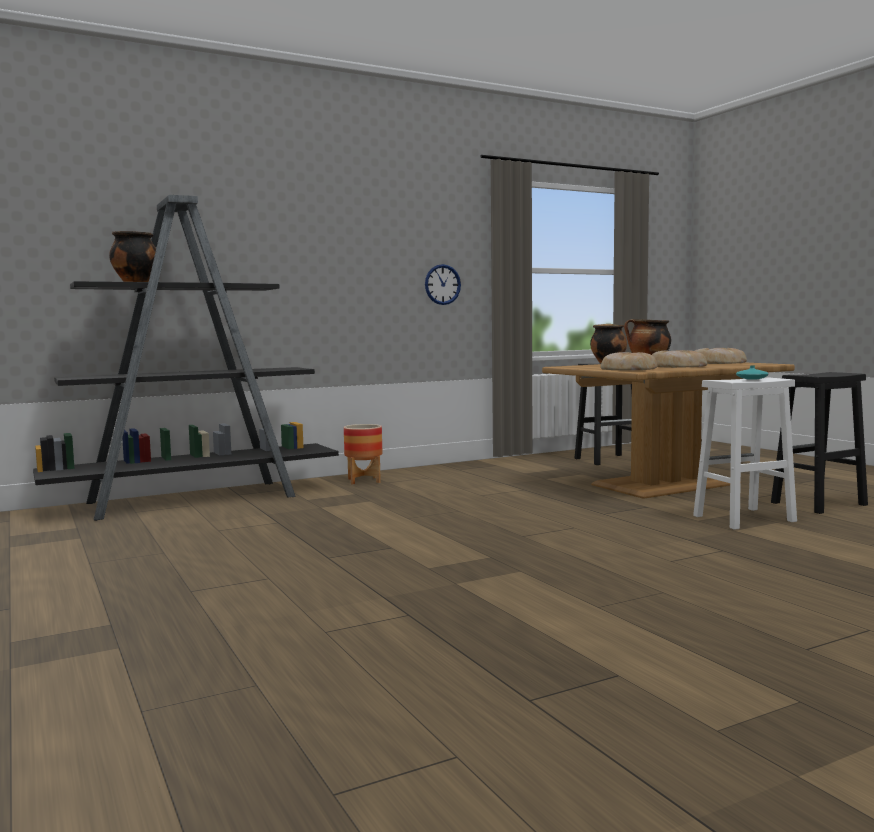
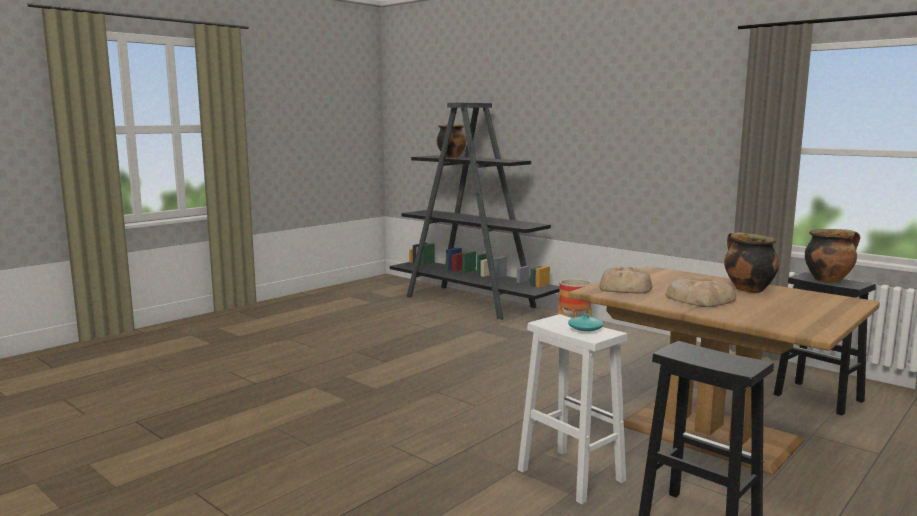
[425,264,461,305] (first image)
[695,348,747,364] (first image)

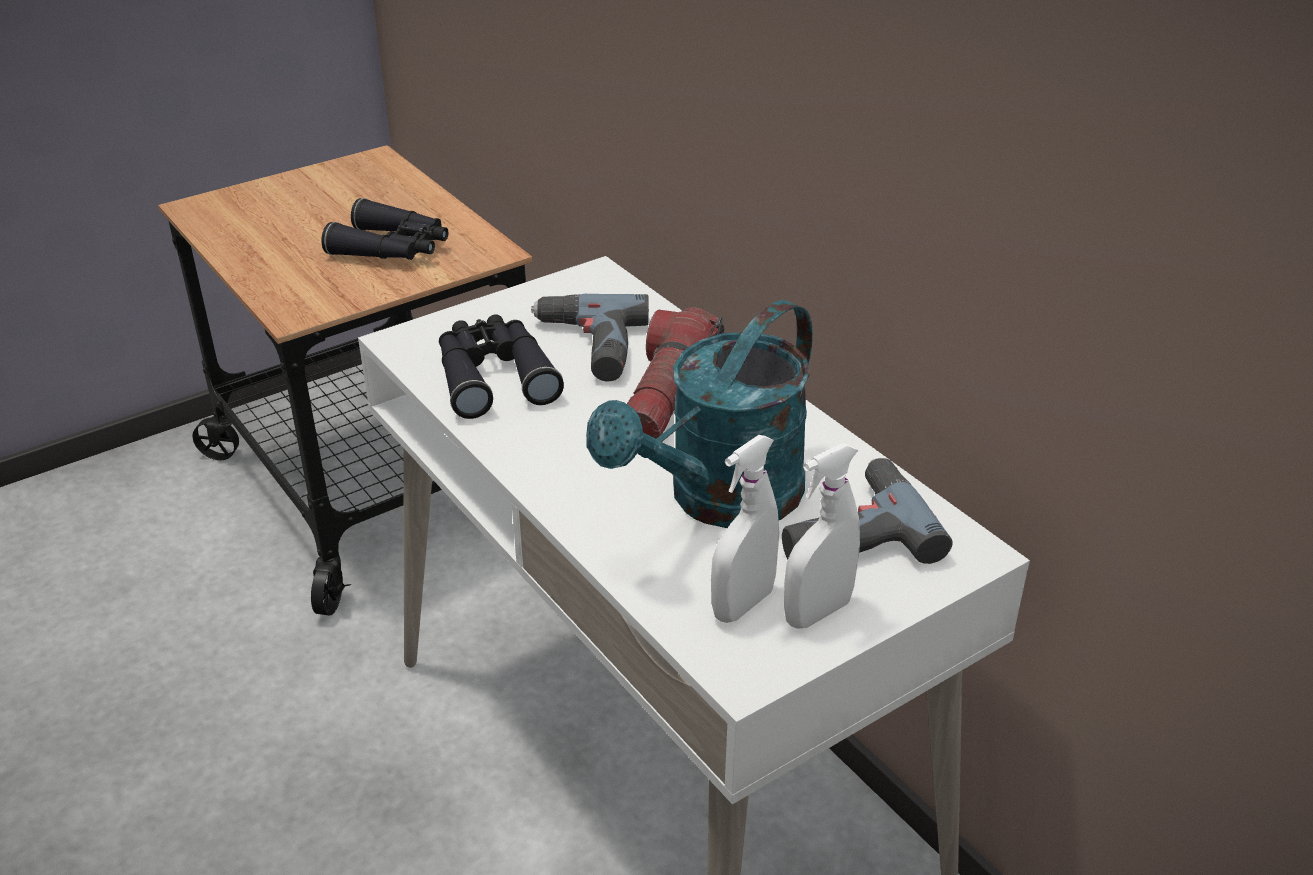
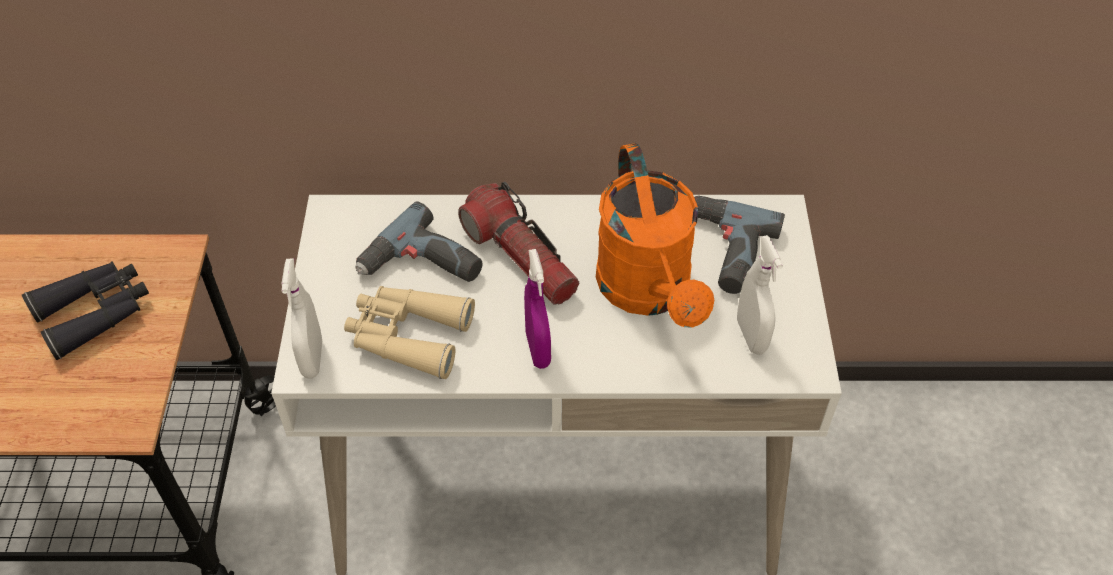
[524,249,551,369]
[281,258,322,379]
[344,286,475,379]
[596,143,714,327]

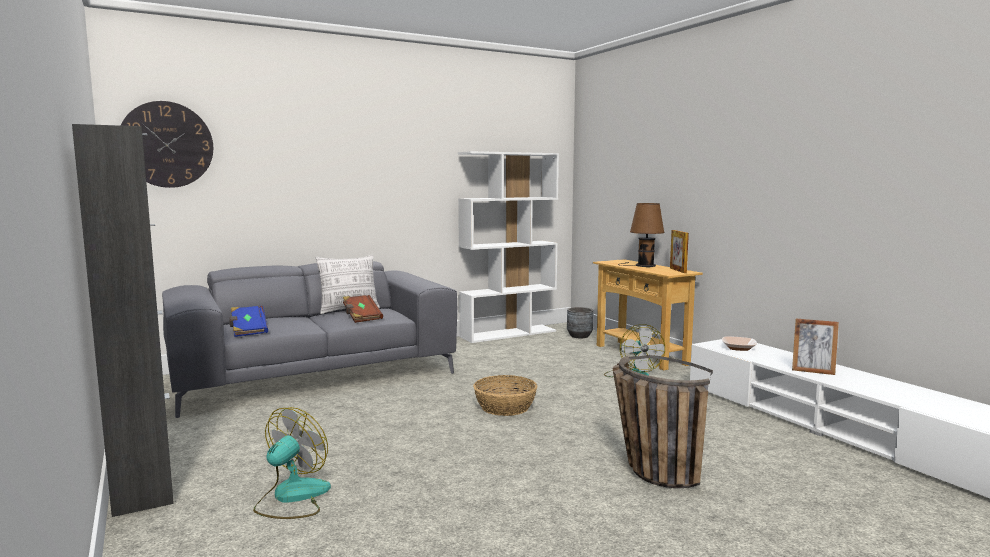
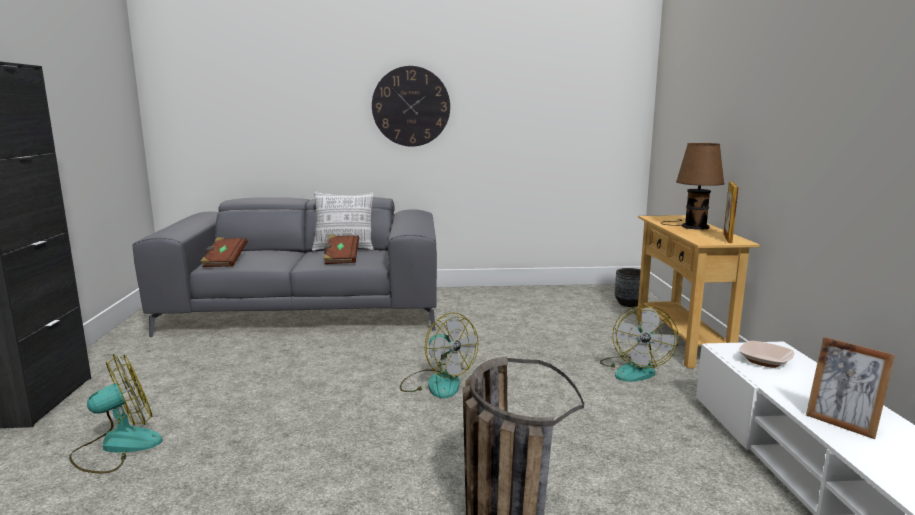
[458,151,559,343] (first image)
[372,66,450,147]
[400,313,478,398]
[200,237,247,267]

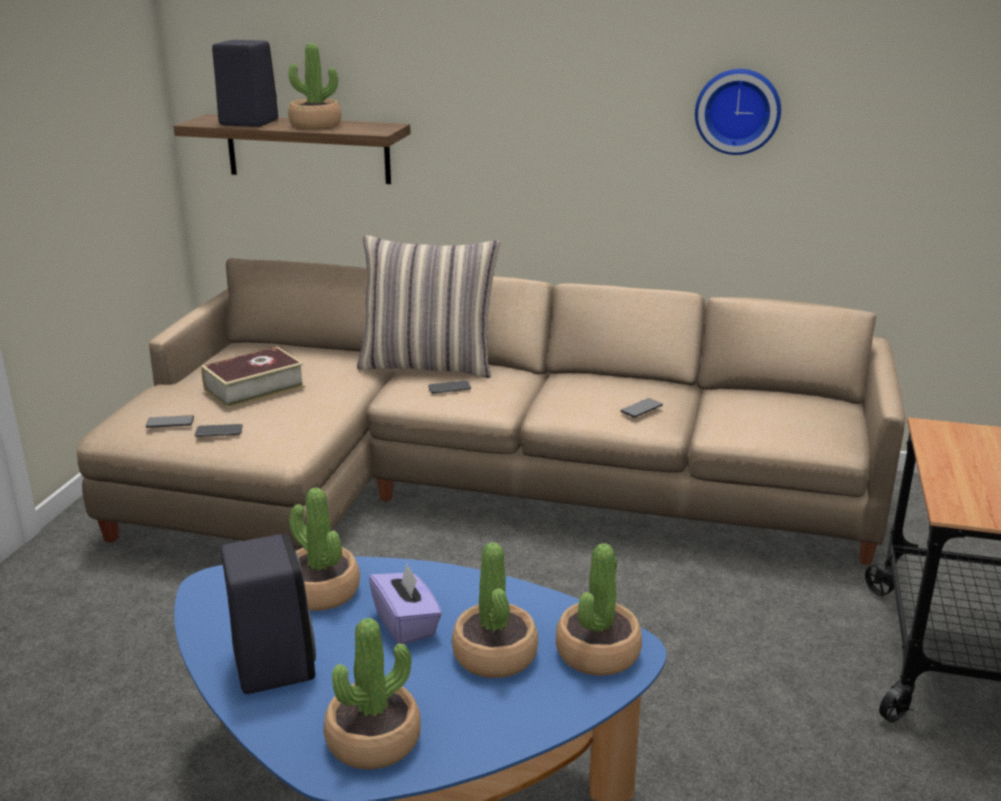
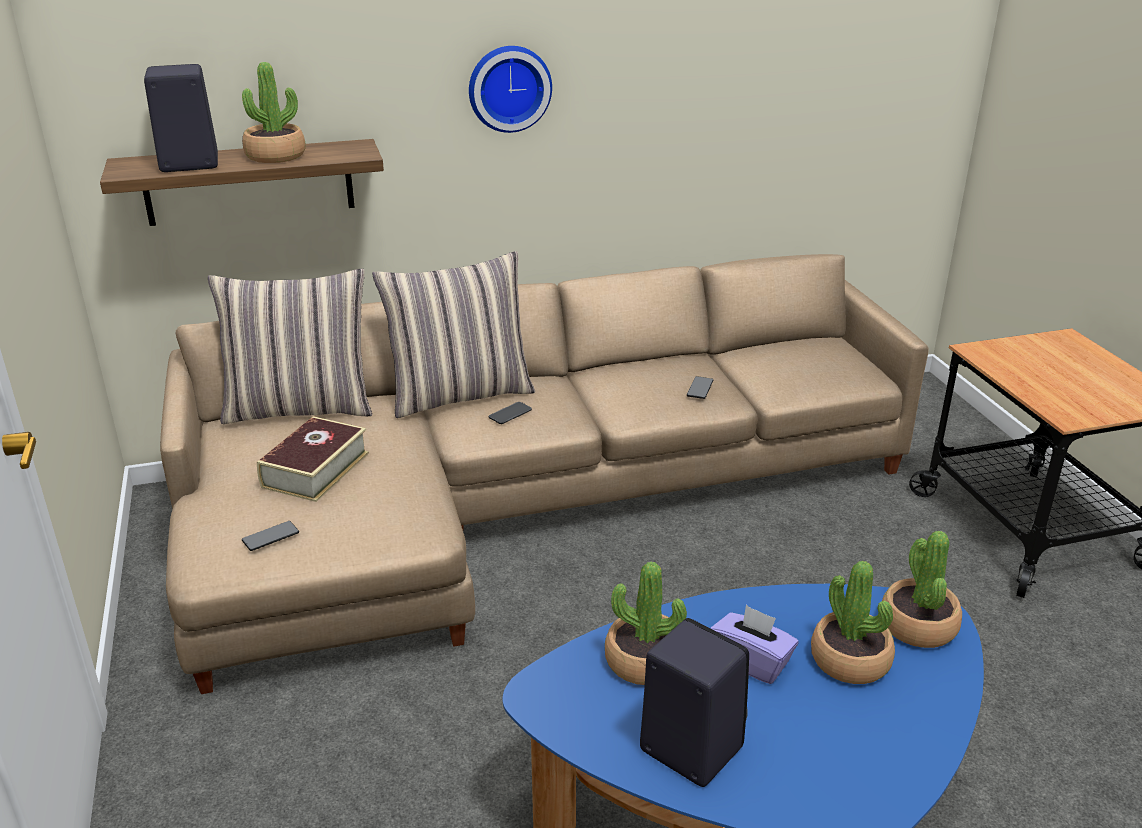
[195,424,243,437] (first image)
[324,618,421,770] (first image)
[208,269,372,424]
[469,46,552,133]

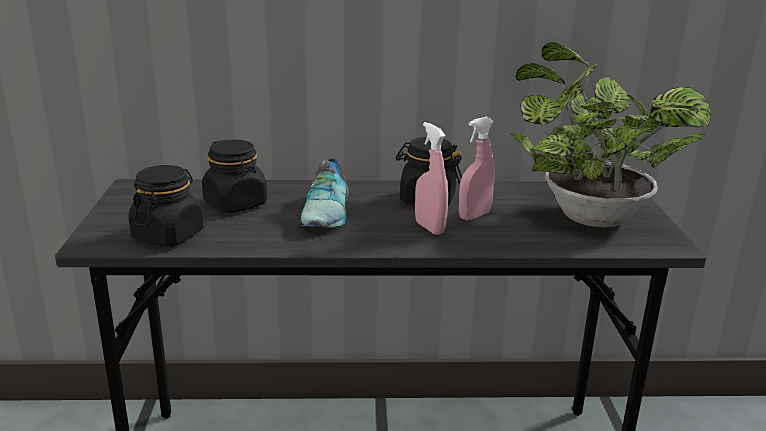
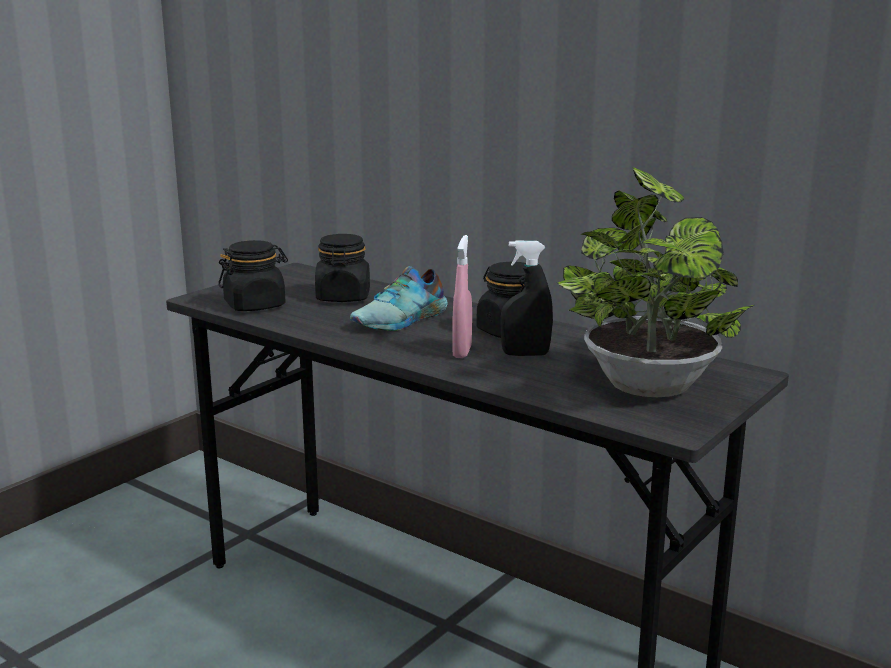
[500,240,553,356]

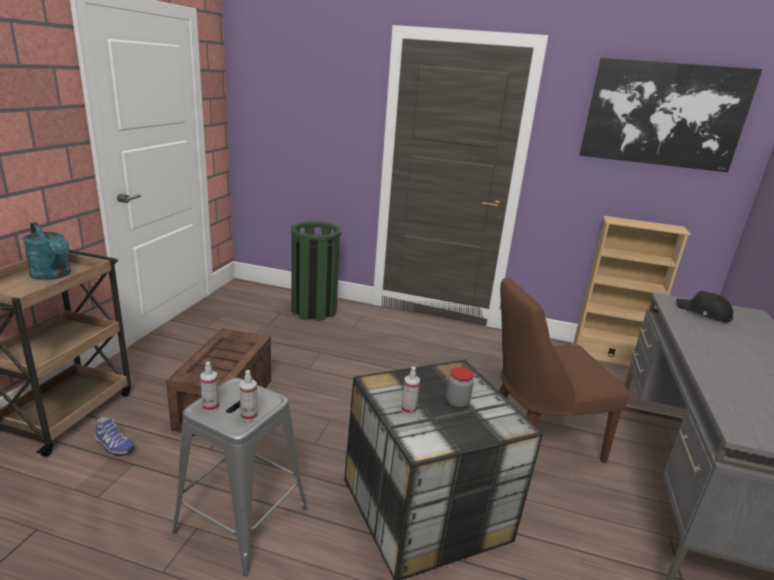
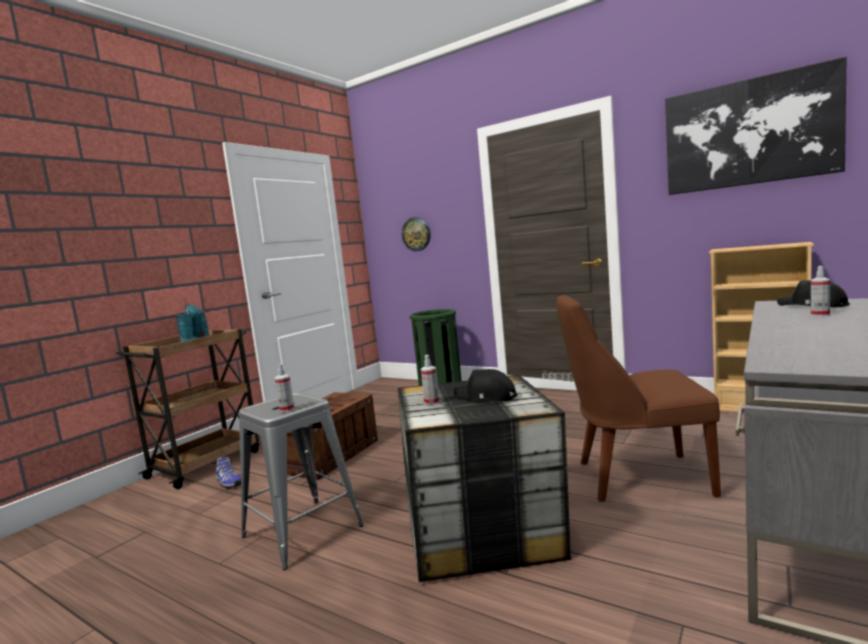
[402,217,431,252]
[811,266,830,317]
[454,369,517,402]

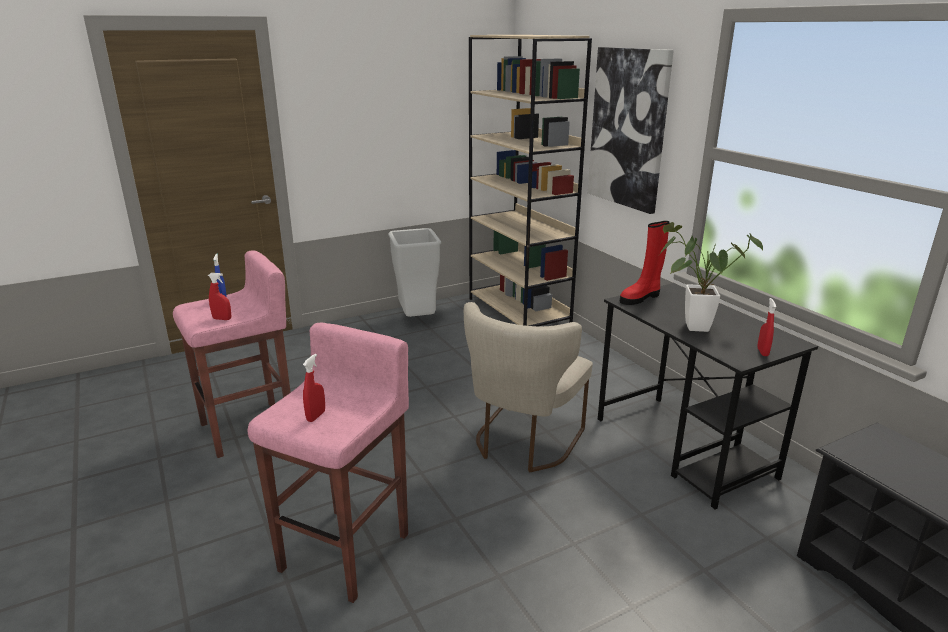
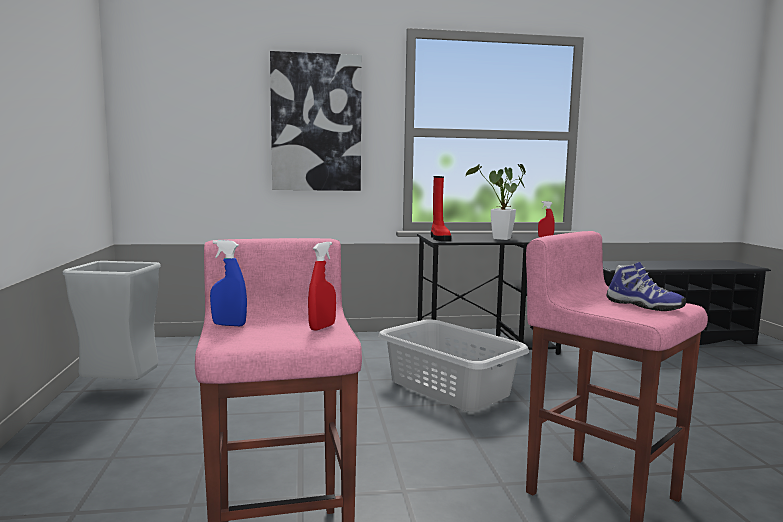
[469,35,592,326] (first image)
[606,262,686,311]
[378,319,529,411]

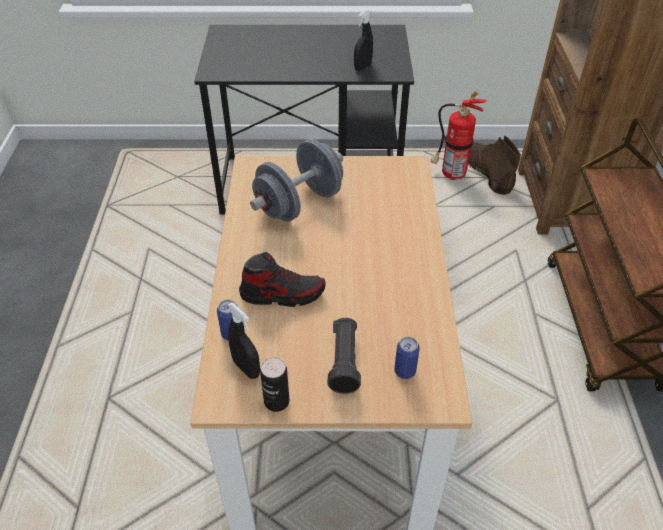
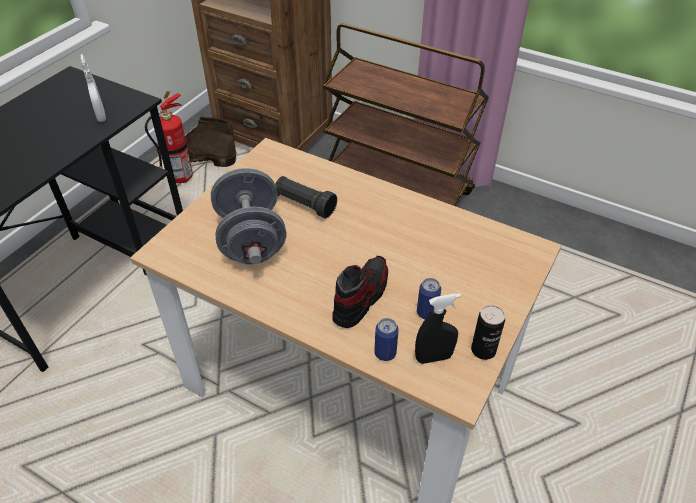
[275,176,337,218]
[417,278,441,319]
[80,54,106,122]

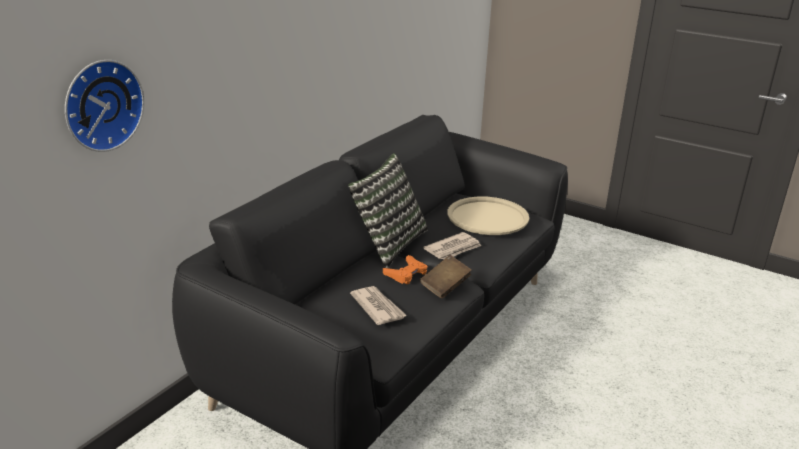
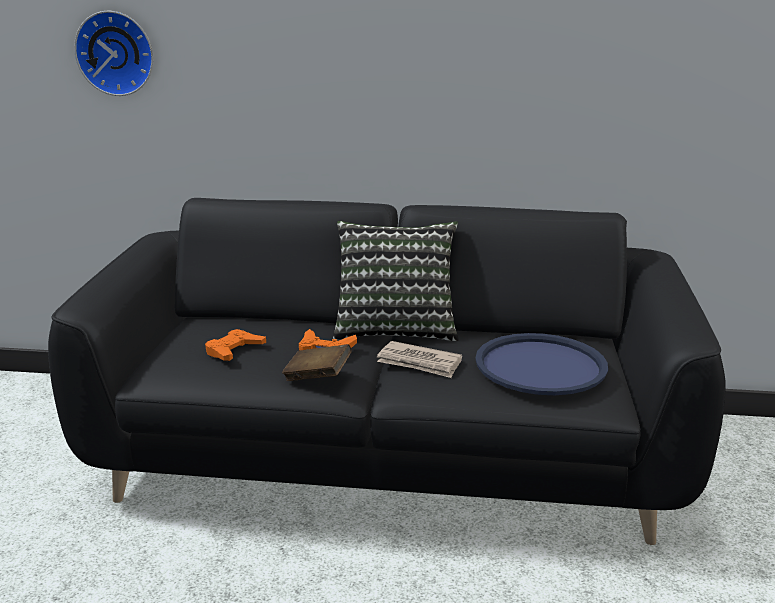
[205,329,266,361]
[475,333,608,395]

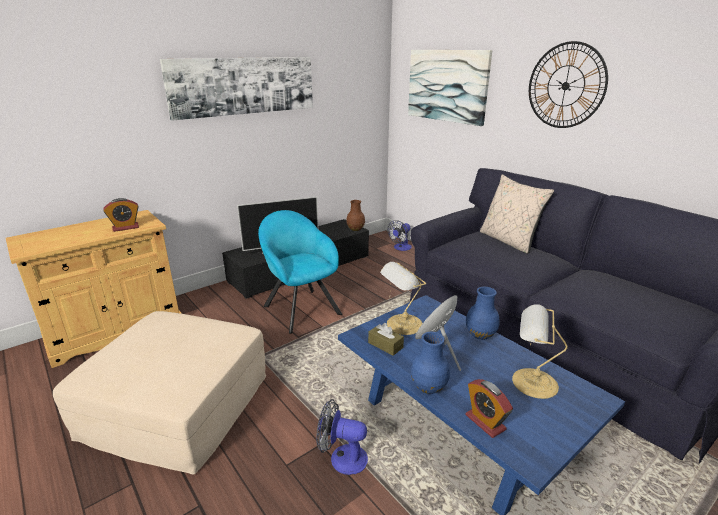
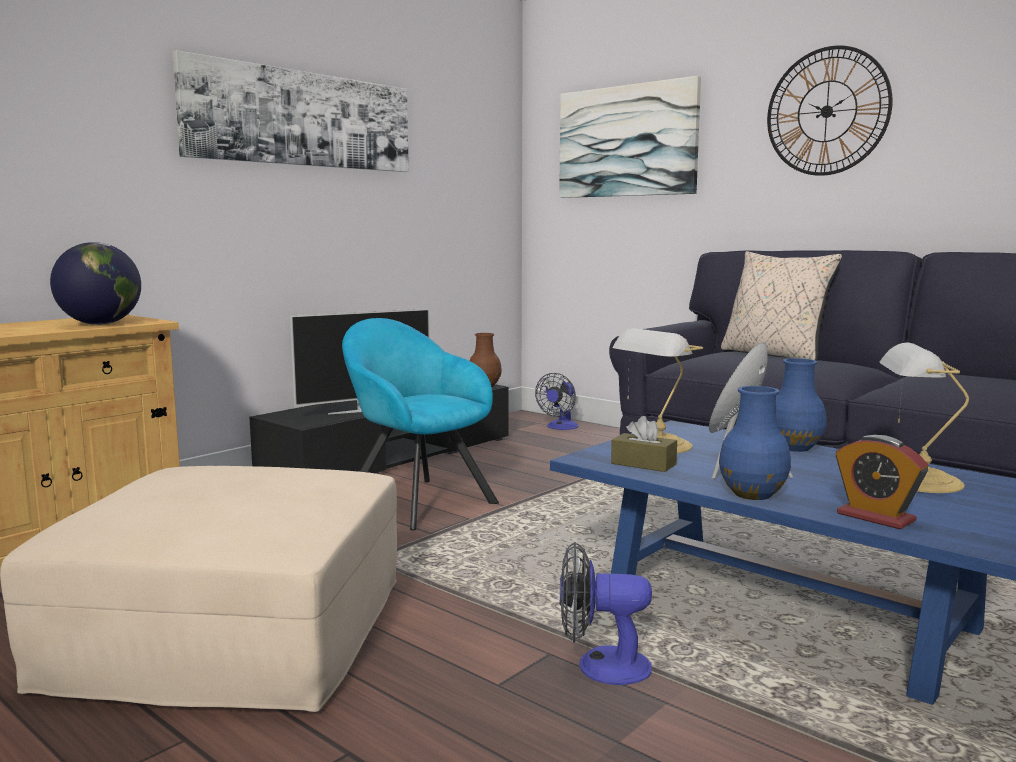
[50,242,141,325]

